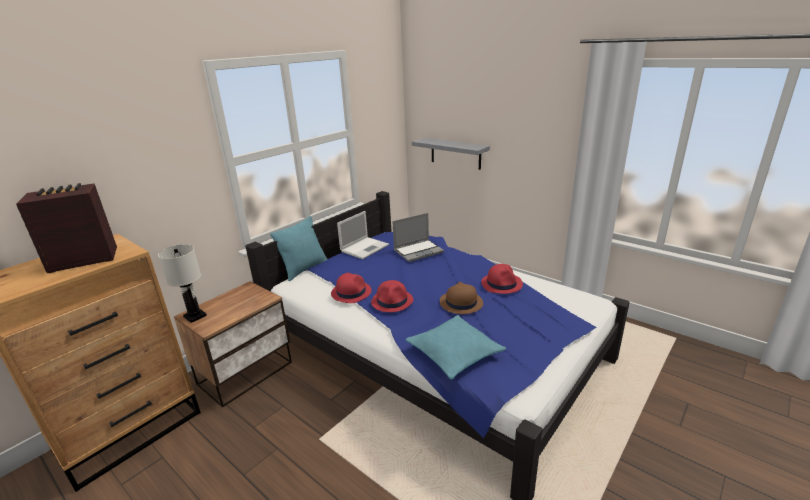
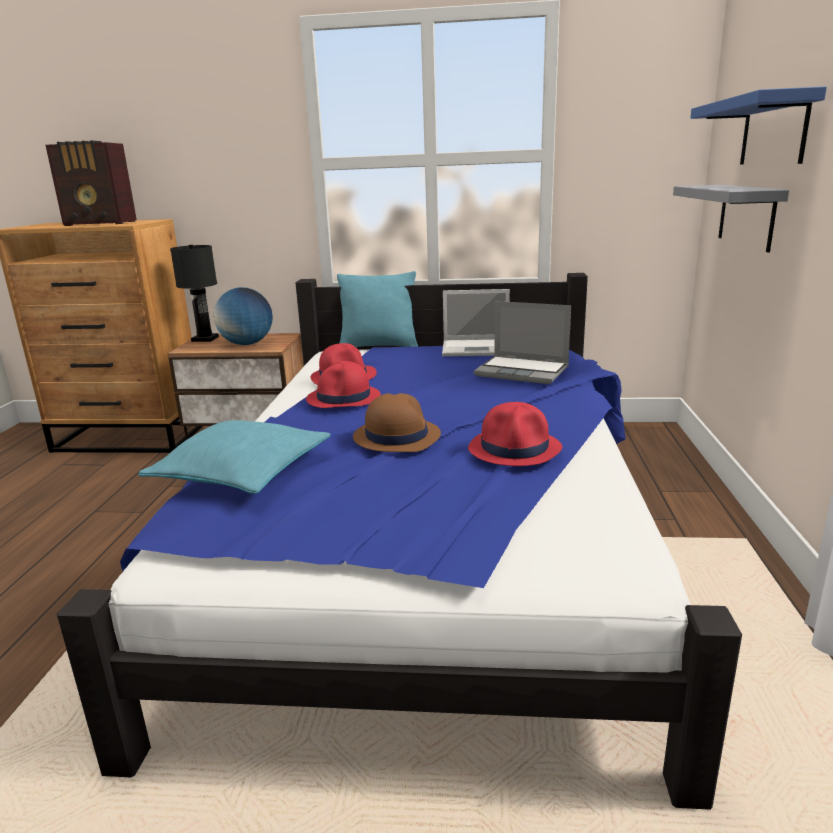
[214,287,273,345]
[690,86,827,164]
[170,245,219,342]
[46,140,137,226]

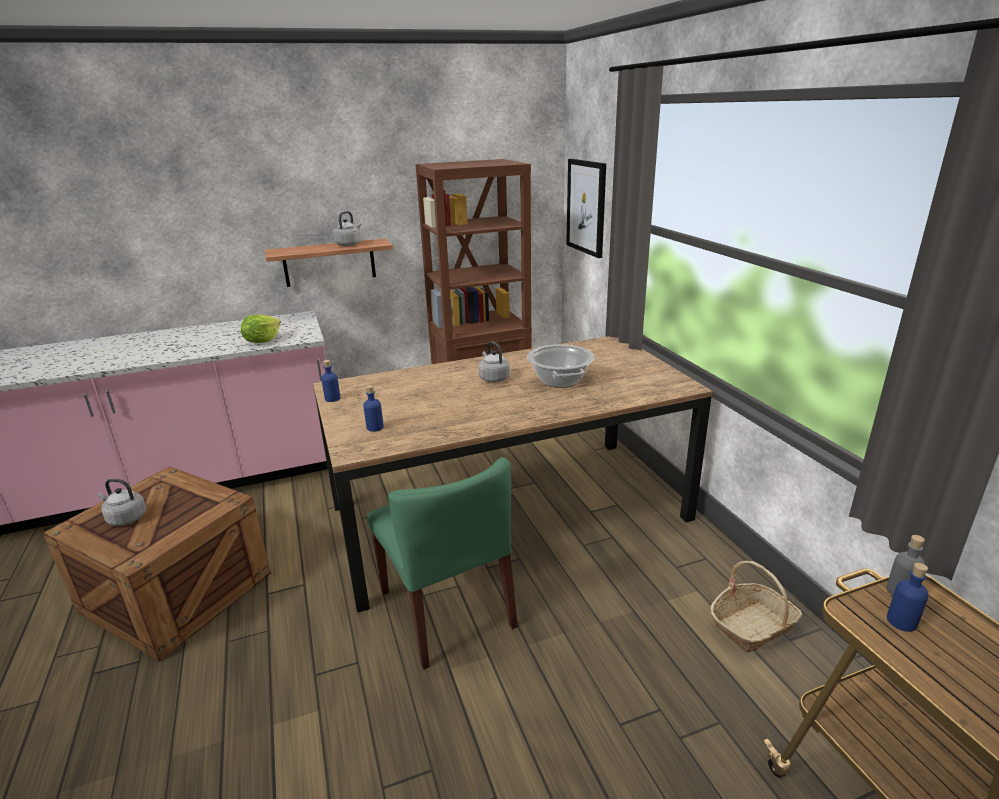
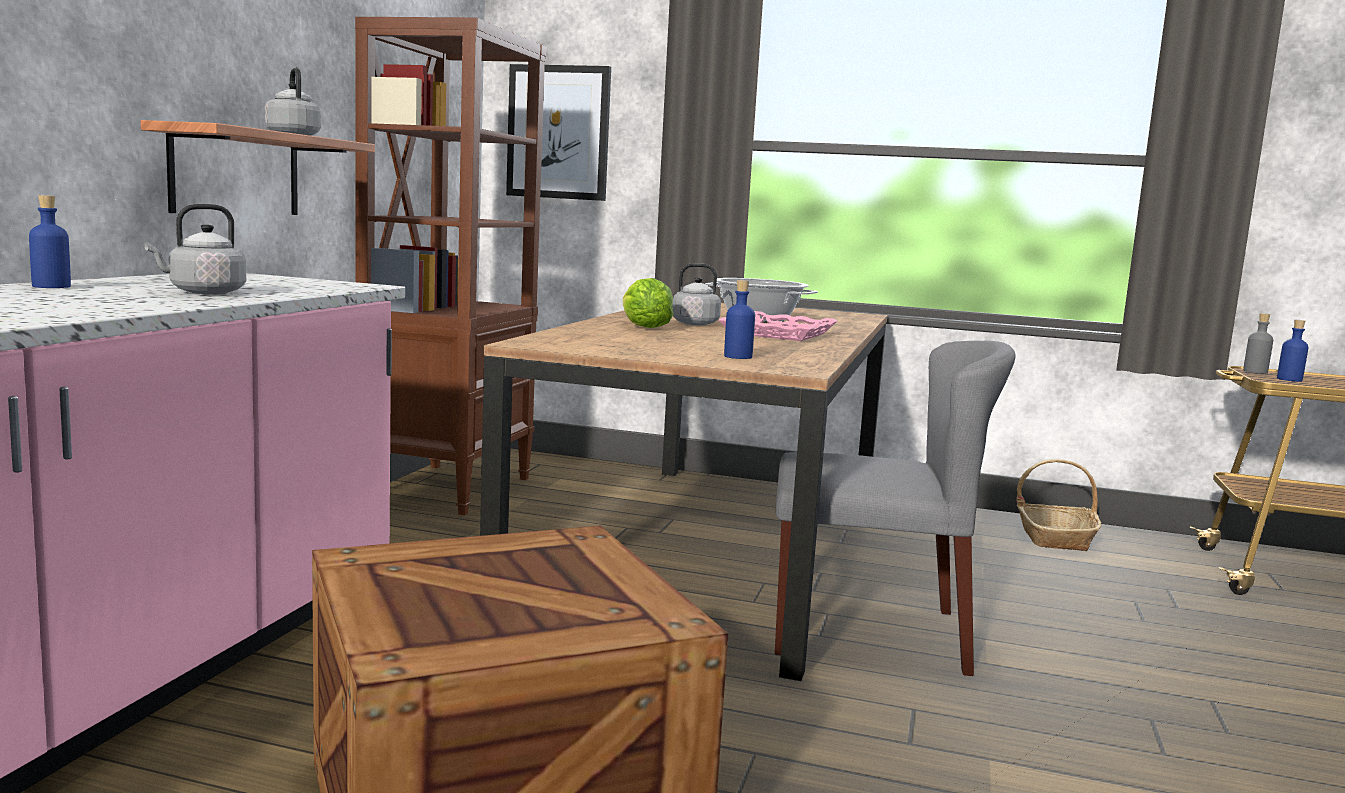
[718,311,837,341]
[145,204,246,294]
[623,278,673,328]
[29,195,71,288]
[775,341,1016,676]

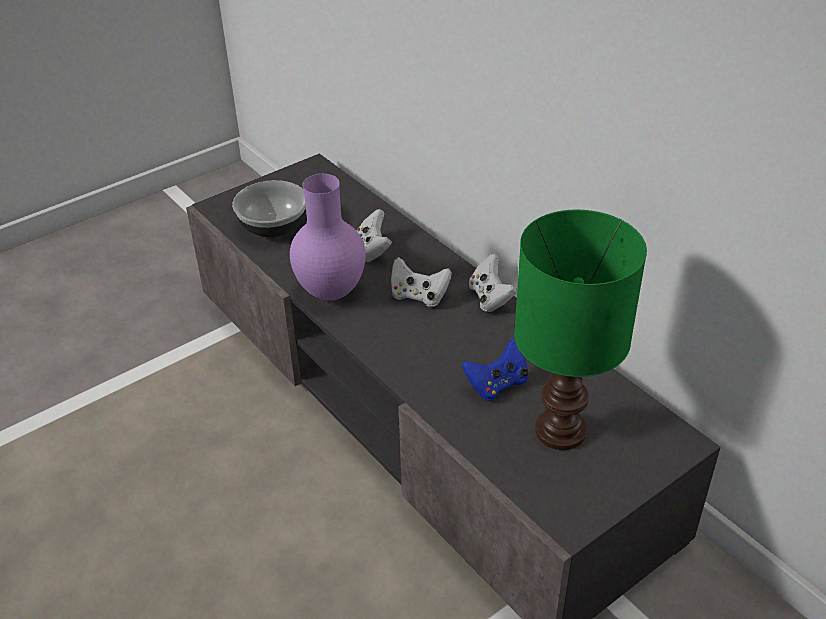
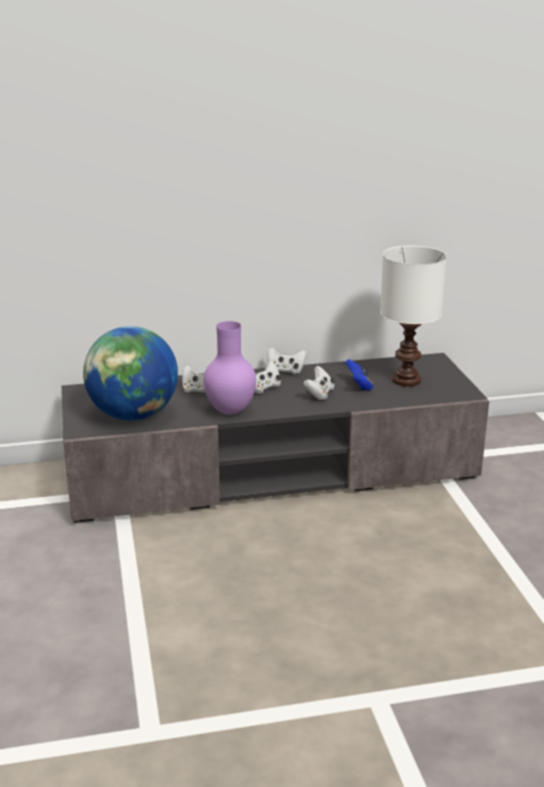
[303,366,335,400]
[83,326,178,421]
[380,246,447,387]

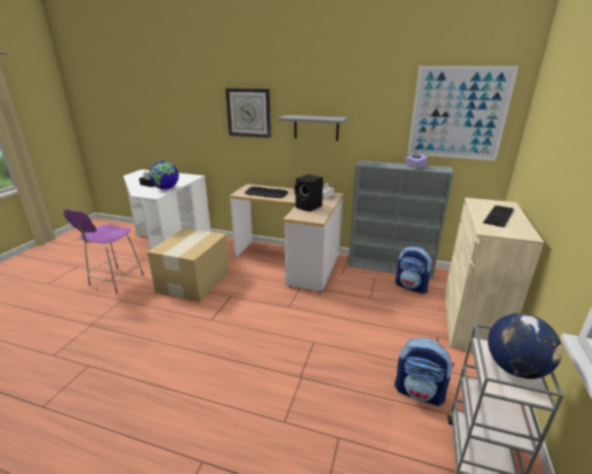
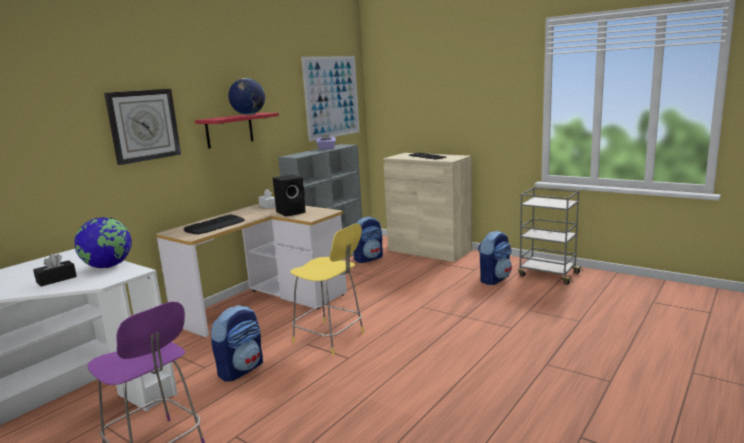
[290,223,364,355]
[228,78,265,115]
[211,305,263,382]
[195,113,279,149]

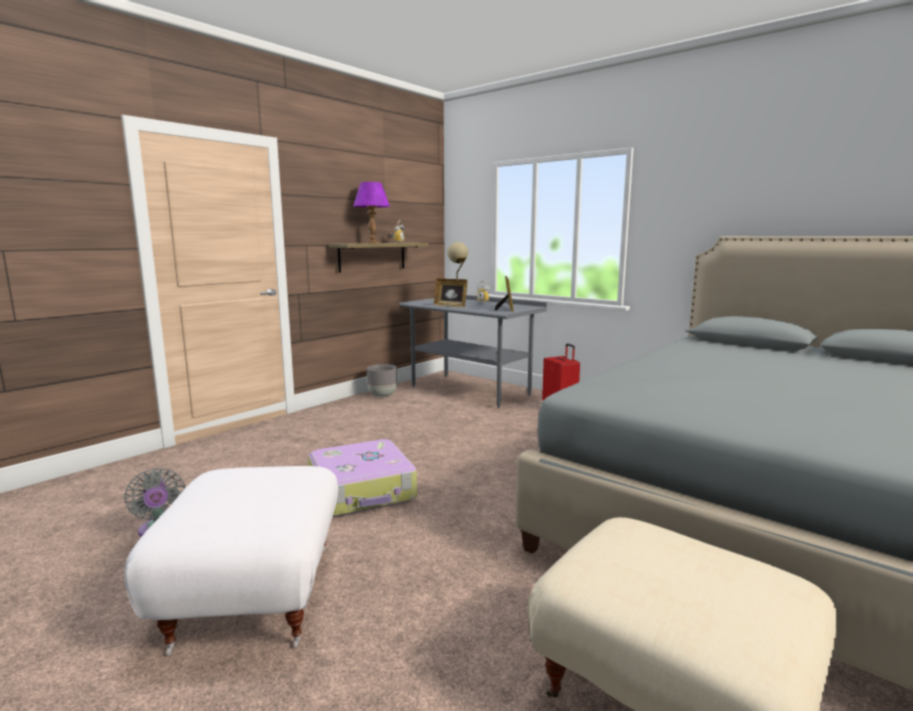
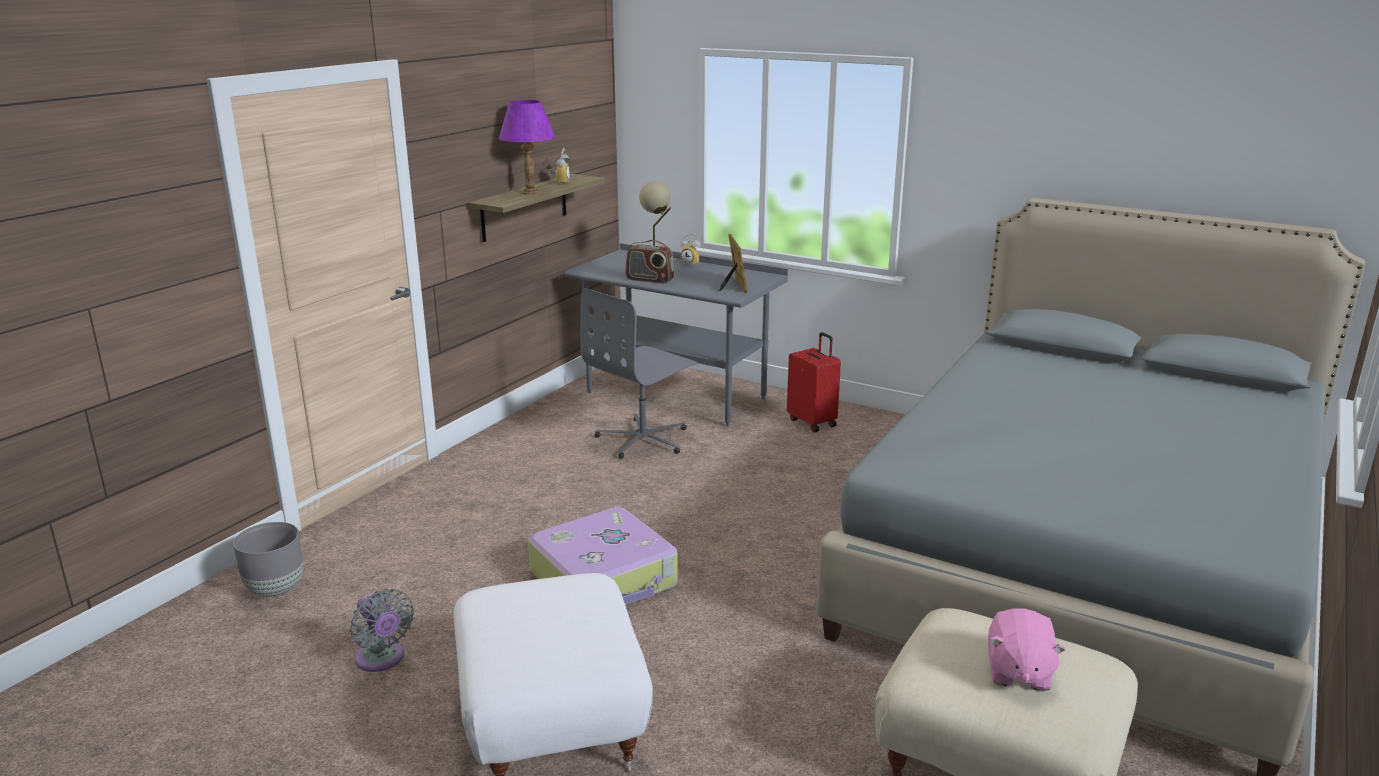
[580,288,698,459]
[988,608,1065,691]
[233,522,304,597]
[625,240,675,284]

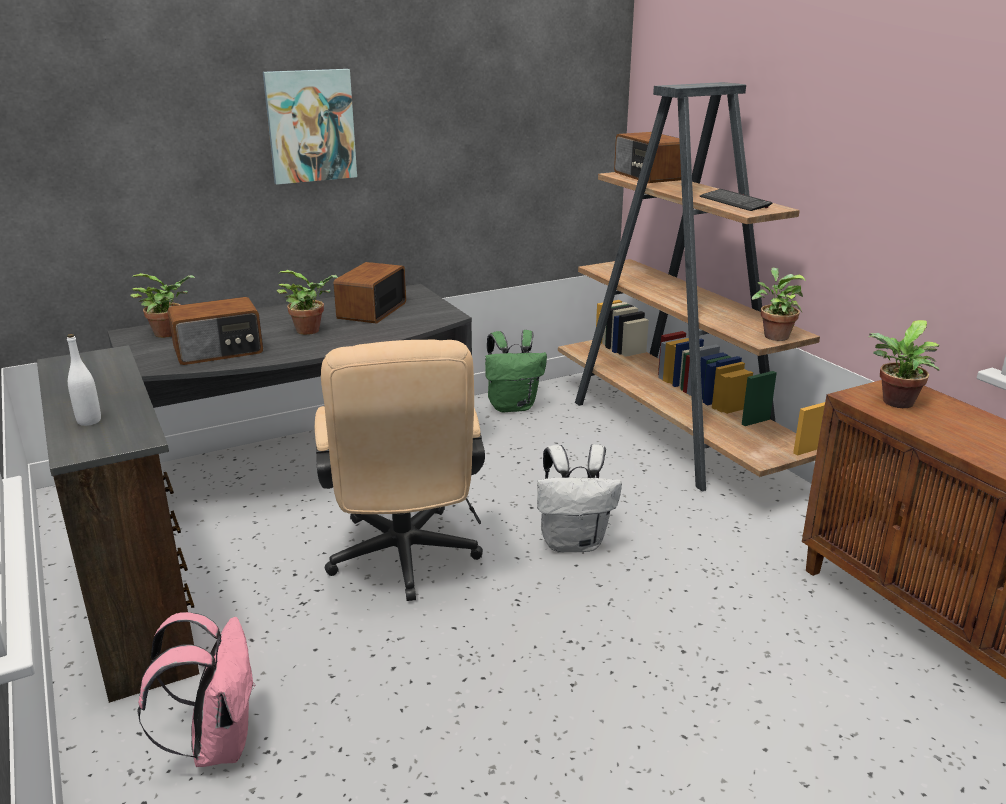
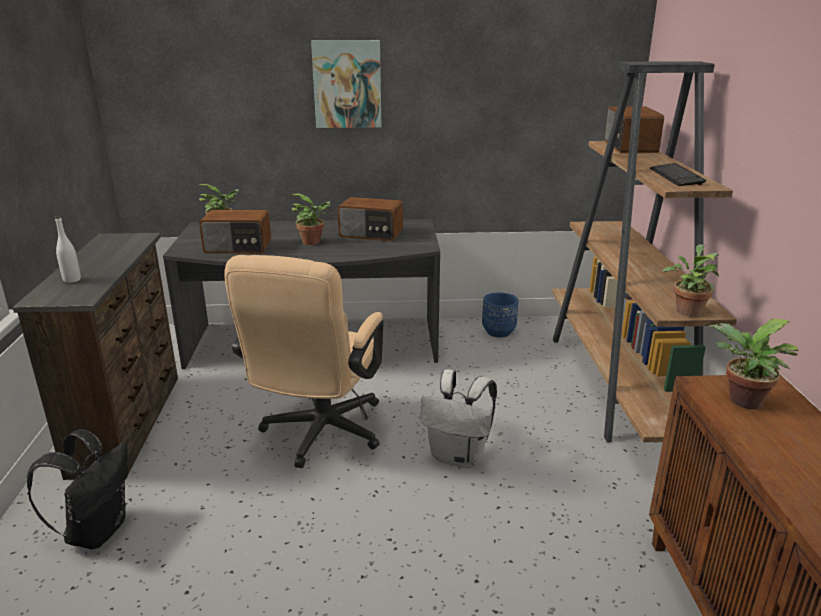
[482,293,518,337]
[27,429,128,549]
[338,197,403,241]

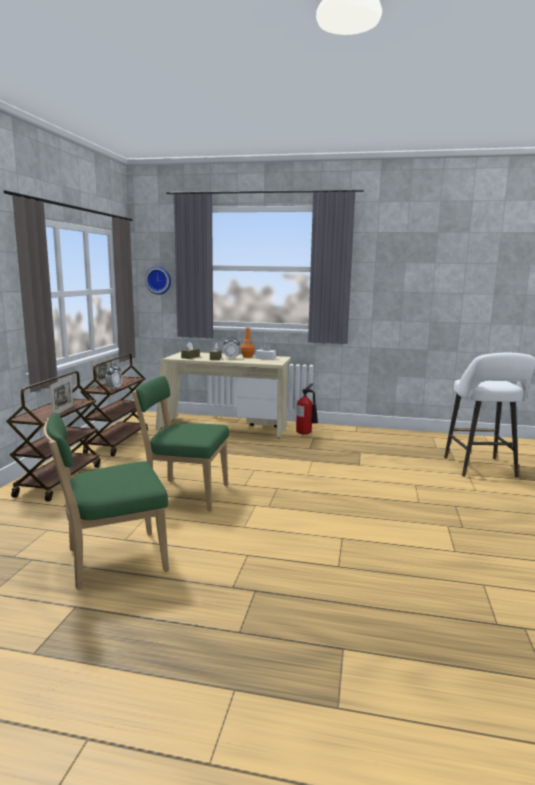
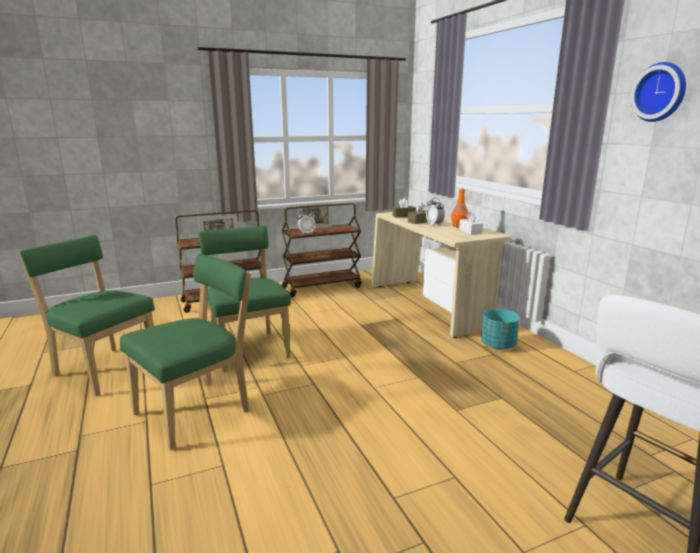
[120,254,251,450]
[631,62,686,122]
[481,309,520,349]

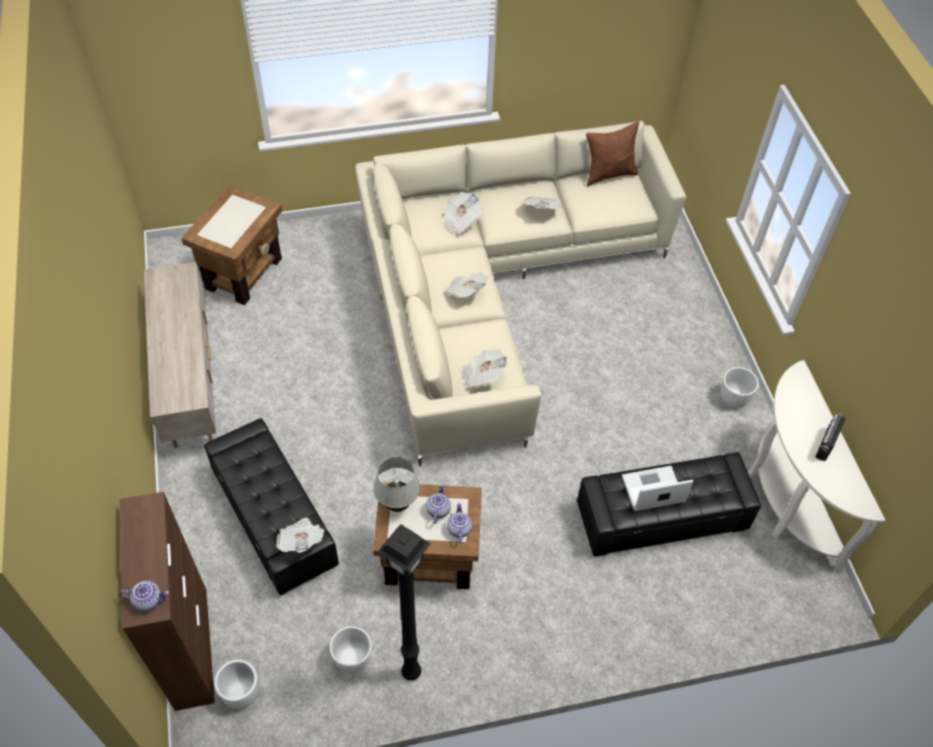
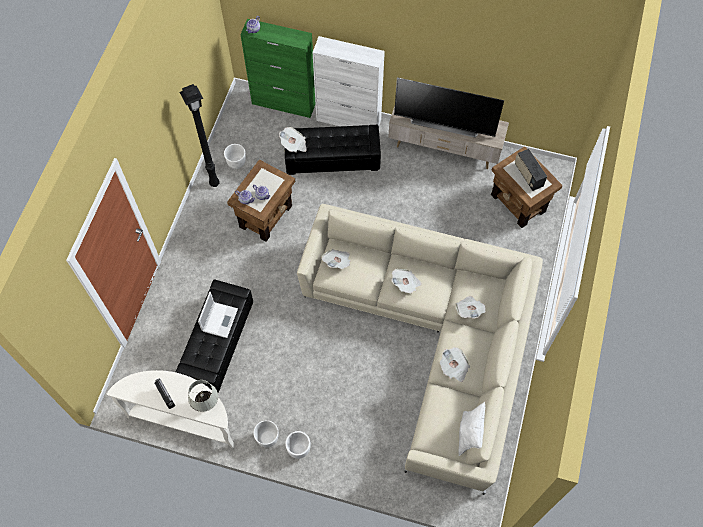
[312,36,385,126]
[394,77,504,137]
[515,149,547,191]
[285,431,311,459]
[188,380,218,412]
[240,19,316,118]
[458,402,485,456]

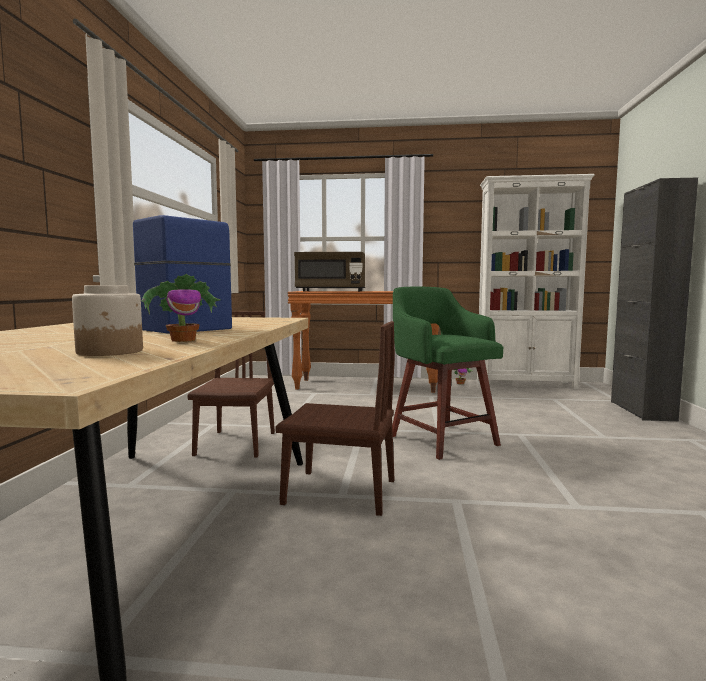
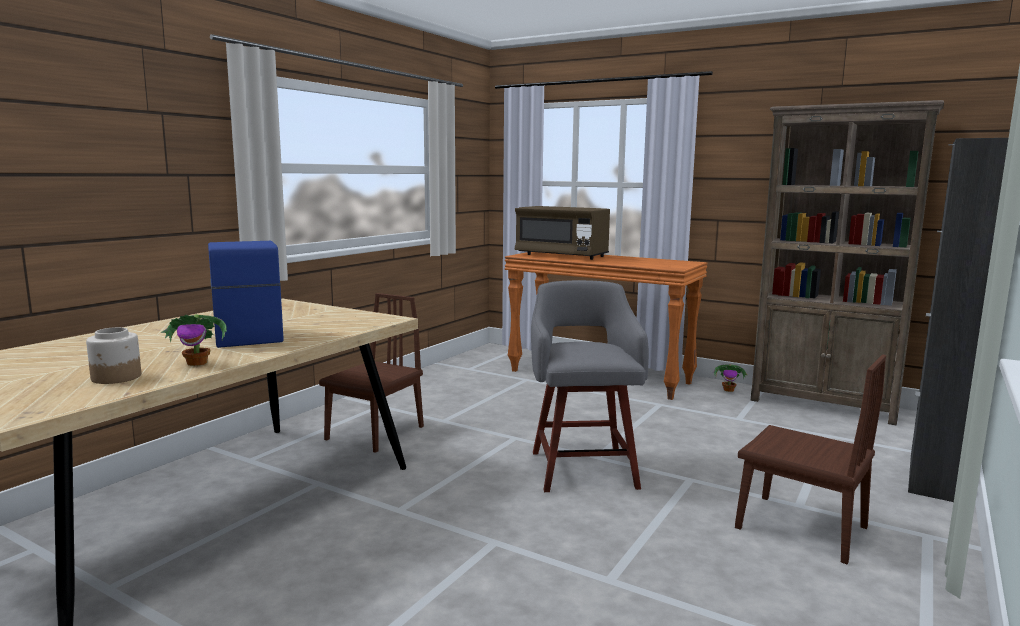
[735,354,886,564]
[531,280,649,492]
[751,100,944,426]

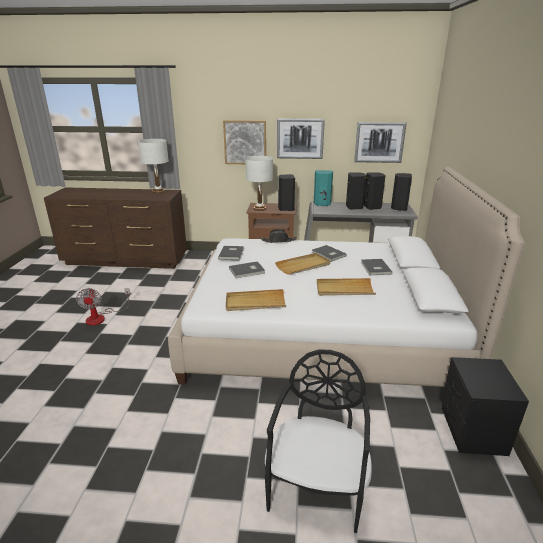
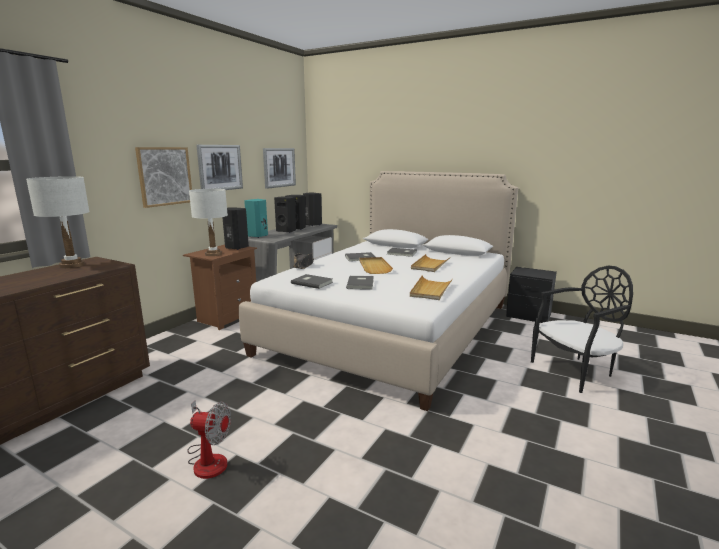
[531,266,633,393]

